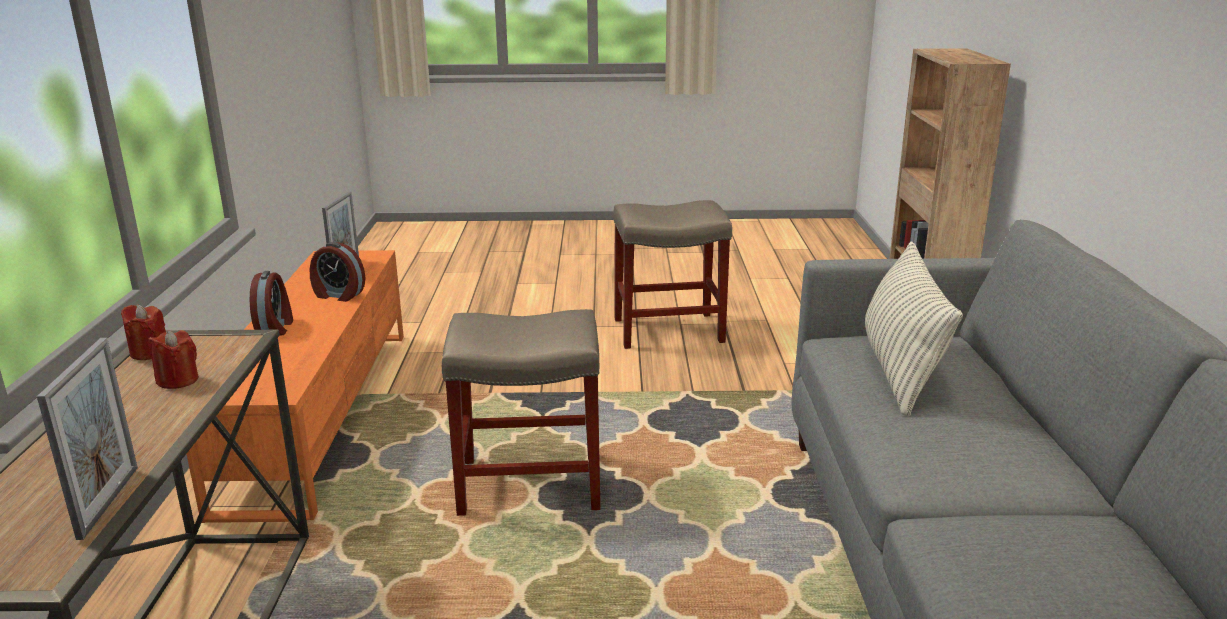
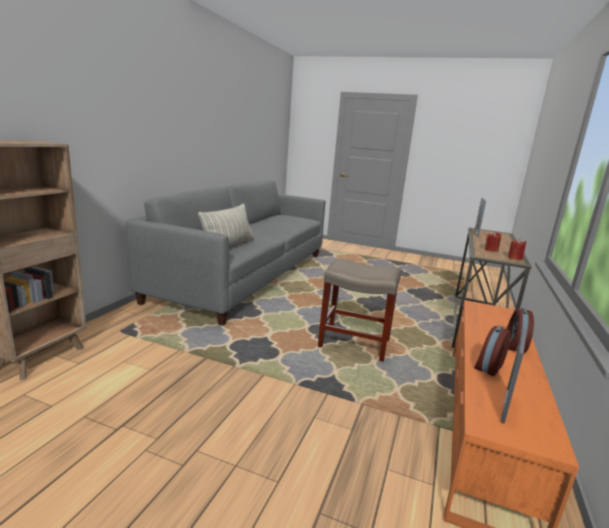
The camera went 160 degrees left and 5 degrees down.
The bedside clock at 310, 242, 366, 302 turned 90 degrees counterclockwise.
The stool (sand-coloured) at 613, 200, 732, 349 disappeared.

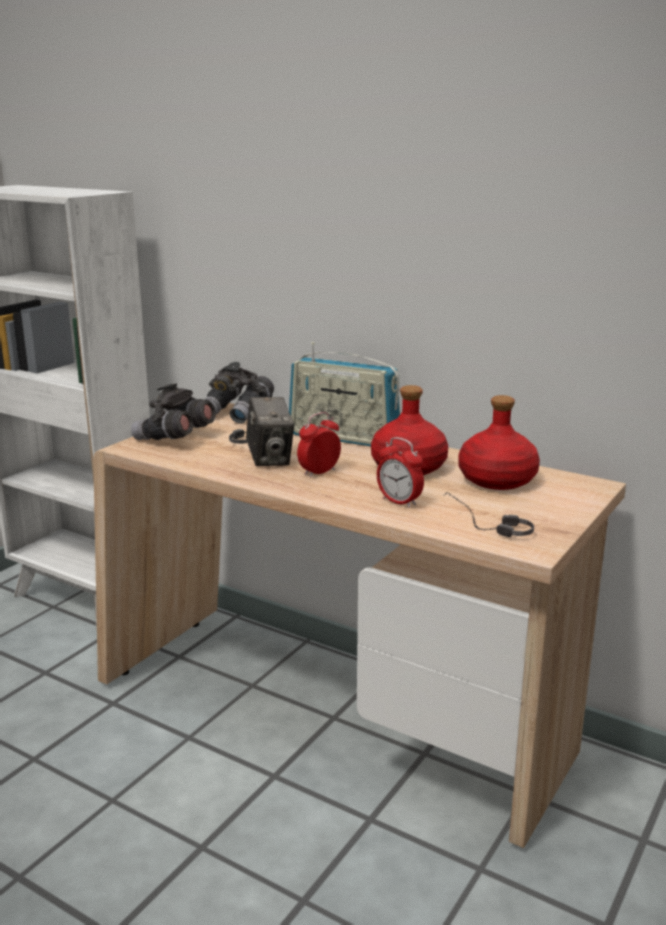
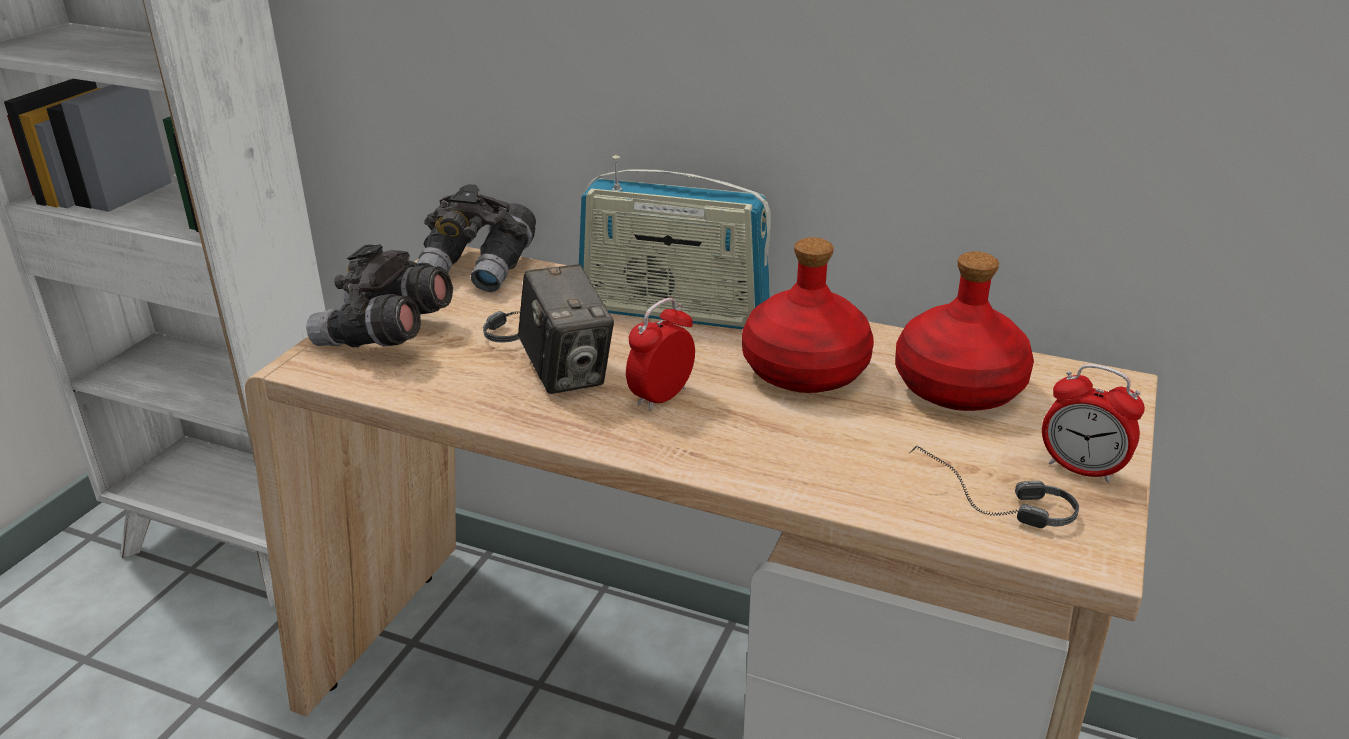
The camera went 10 degrees left and 10 degrees up.
The bedside clock moved from 377, 437, 424, 508 to 1042, 364, 1145, 483.

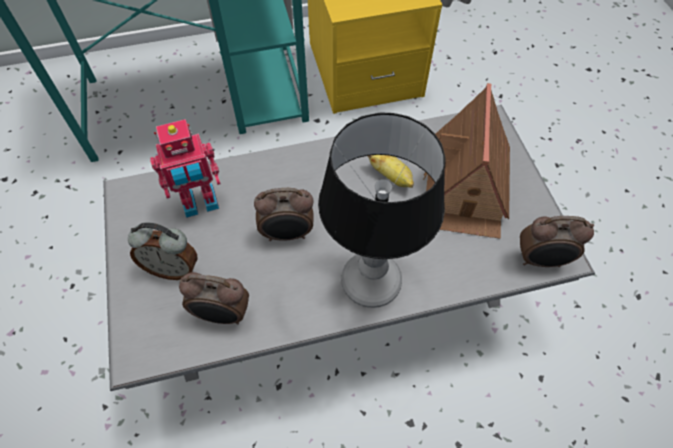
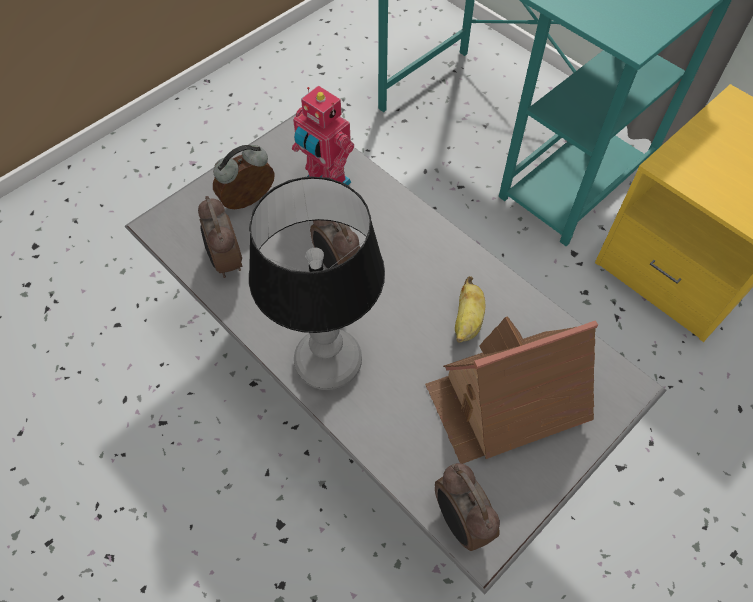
The camera went 60 degrees right and 0 degrees up.
The bedside clock at 128, 223, 197, 280 turned 75 degrees clockwise.

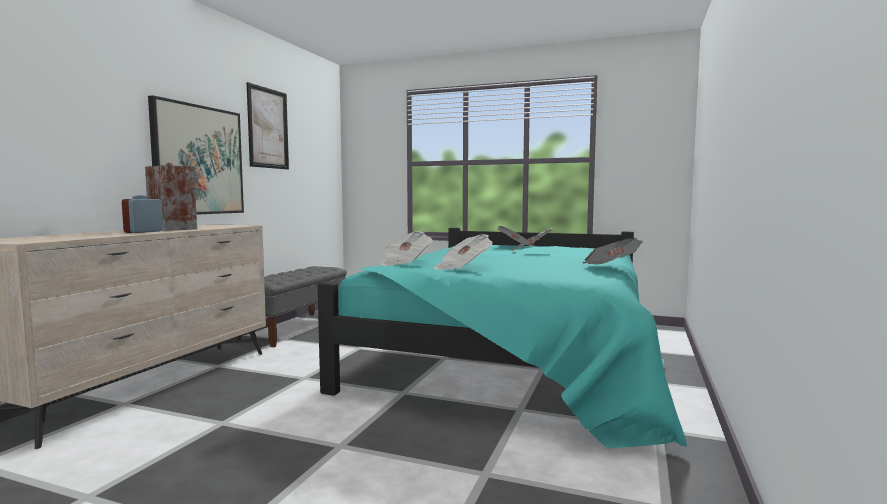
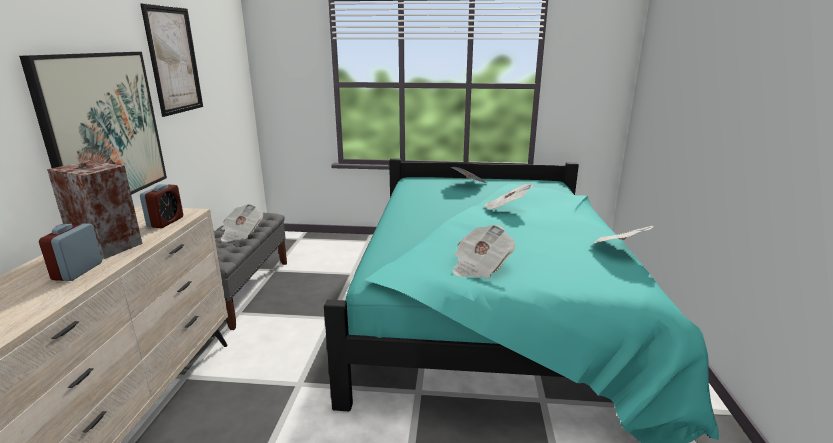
The camera went 15 degrees left and 15 degrees up.
The printed paper moved from 380, 231, 433, 266 to 221, 204, 263, 242.
The bedside clock at 140, 184, 183, 228 appeared.

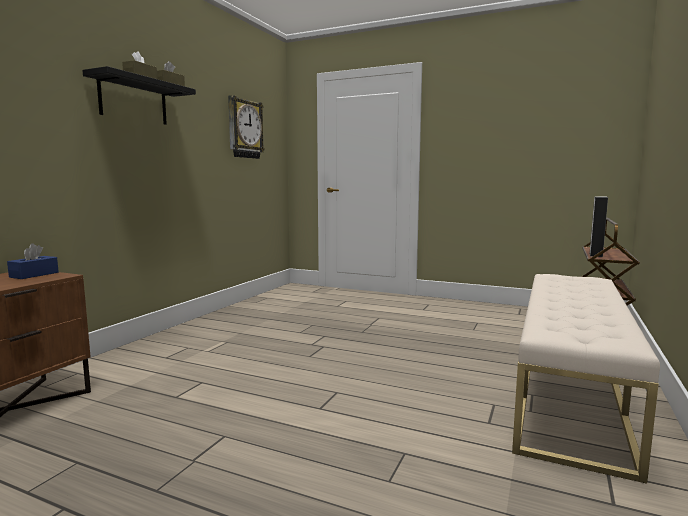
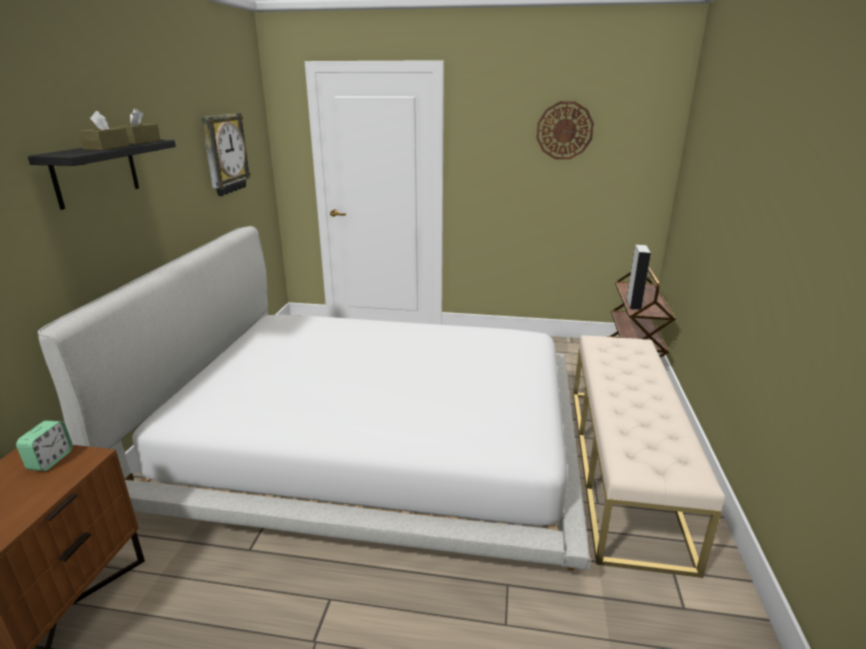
The camera went 15 degrees left and 15 degrees up.
The box of tissues (blue-coloured) at 7, 243, 59, 279 was replaced by the bedside clock at 16, 421, 73, 471.
The bedroom bed (white) at 38, 226, 591, 571 appeared.
The clock on the wall at 536, 101, 594, 160 appeared.

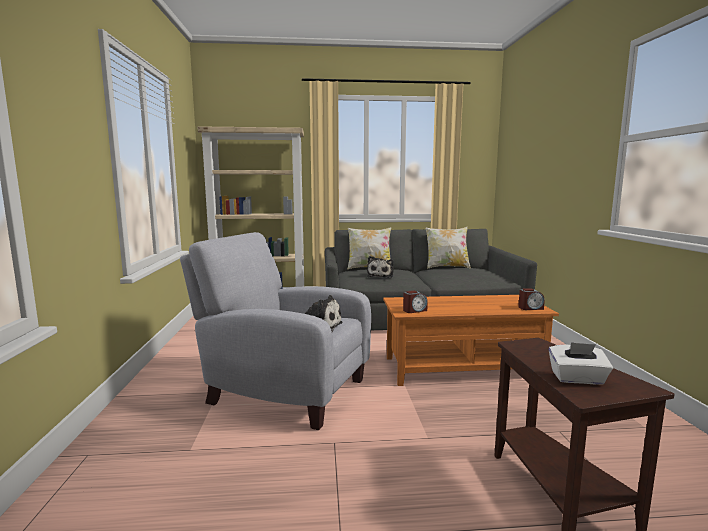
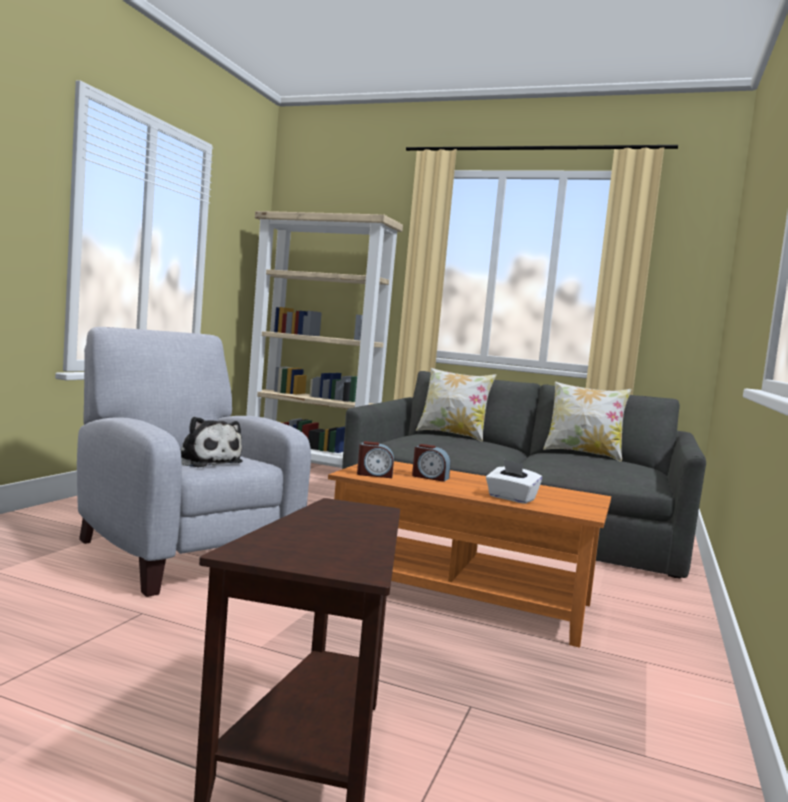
The camera went 25 degrees right and 5 degrees down.
The cuddly toy at 367, 256, 394, 278 disappeared.
The bedside clock moved from 518, 288, 545, 310 to 412, 444, 451, 482.
The box of tissues (white) moved from 549, 342, 613, 385 to 486, 460, 542, 504.

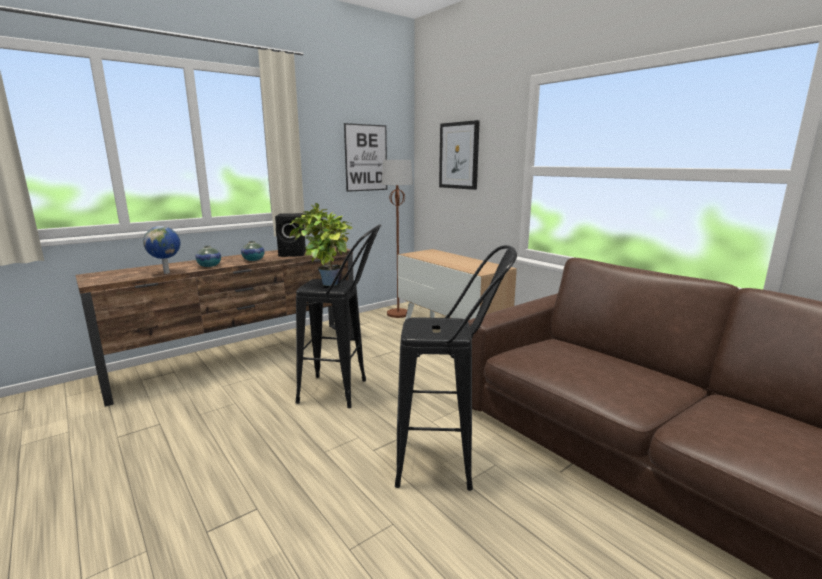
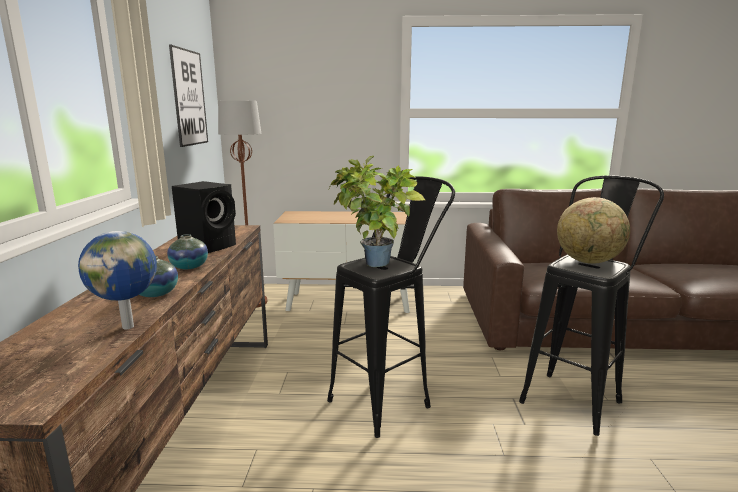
The camera went 50 degrees left and 0 degrees up.
The wall picture at 439, 120, 480, 190 disappeared.
The globe at 557, 197, 630, 264 appeared.

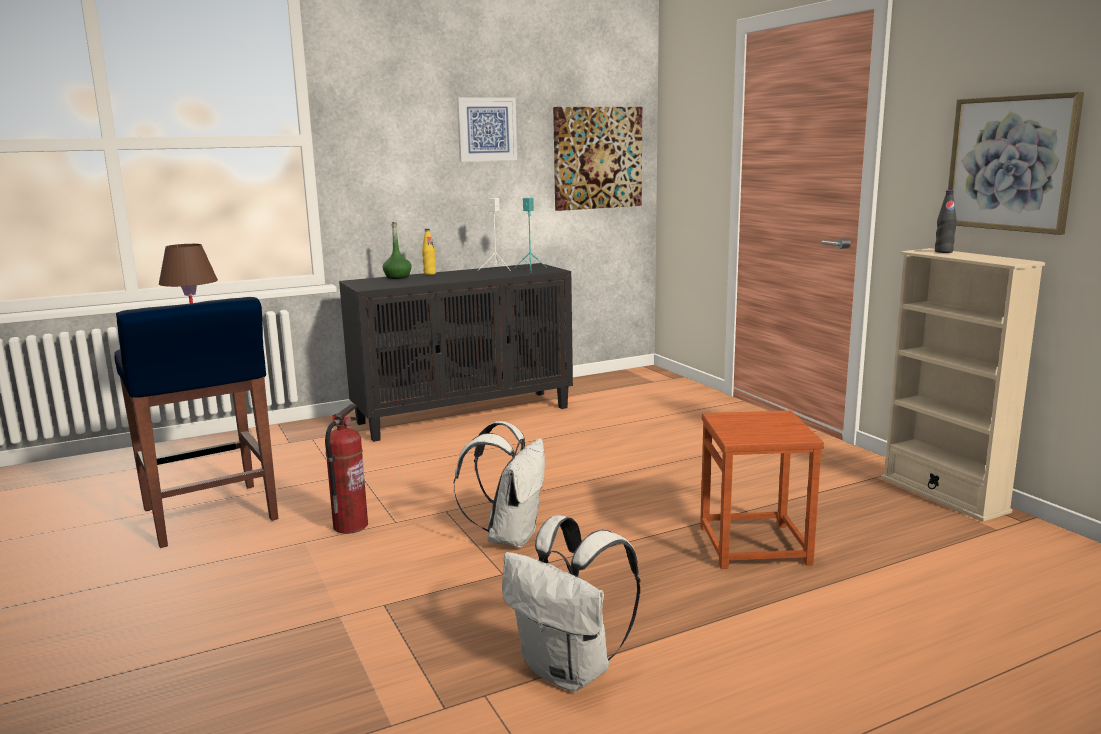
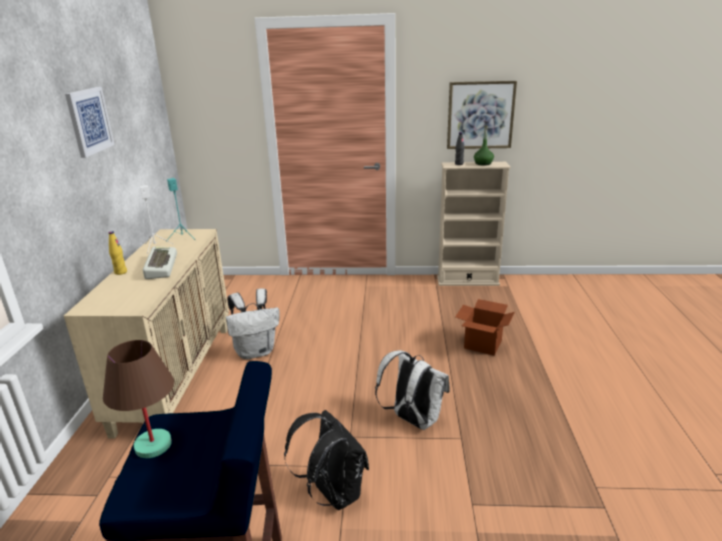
The camera went 60 degrees left and 10 degrees up.
The extinguisher at 325, 404, 368, 534 was replaced by the backpack (black-coloured) at 284, 410, 369, 510.
The storage cabinet (black-coloured) at 339, 263, 573, 442 became the storage cabinet (sand-coloured) at 64, 229, 229, 439.
The drink bottle (green) moved from 383, 222, 412, 279 to 474, 125, 494, 166.
The backpack (white) moved from 502, 515, 640, 692 to 226, 289, 280, 360.
The wall picture at 553, 107, 642, 211 disappeared.
The stool (brown-coloured) at 700, 410, 824, 569 was replaced by the carton at 455, 299, 515, 355.
The PC keyboard at 143, 246, 177, 279 appeared.

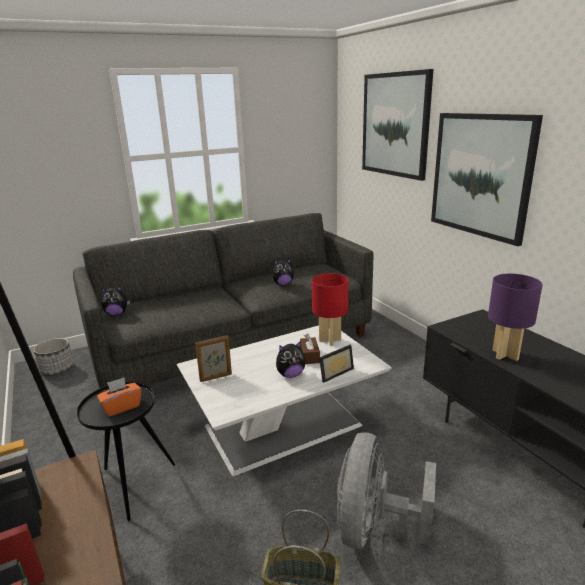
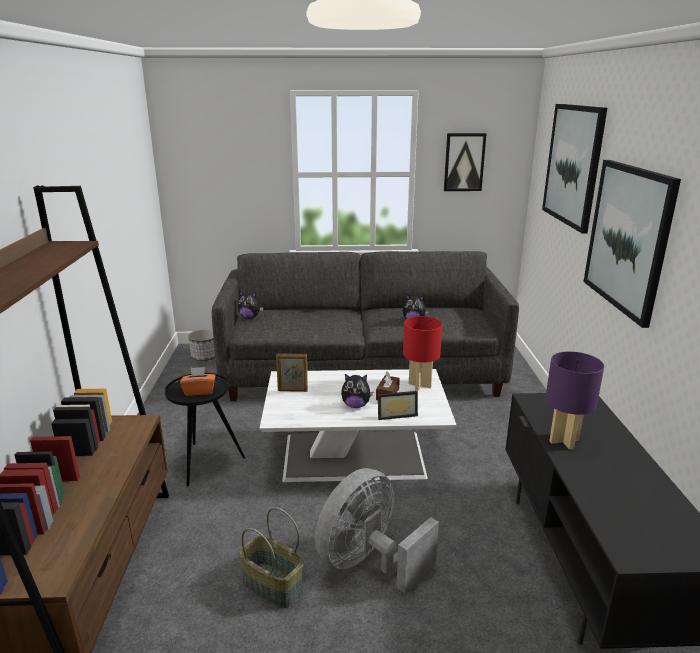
The camera went 25 degrees right and 0 degrees up.
The wall picture at 444, 133, 487, 191 appeared.

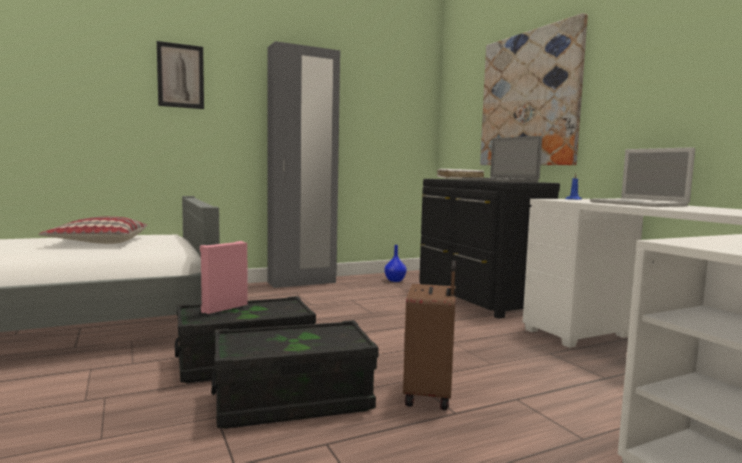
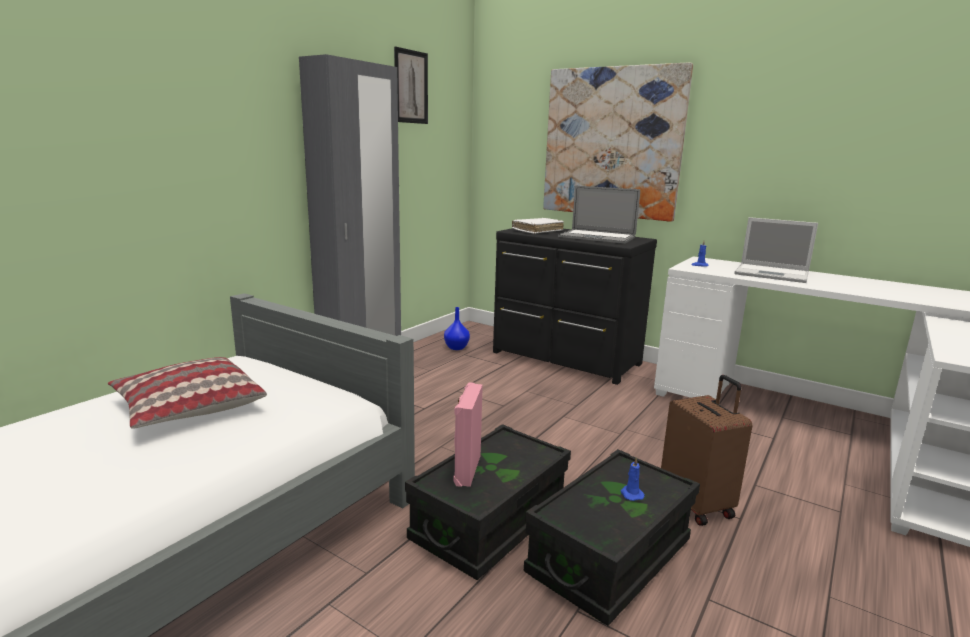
The camera went 30 degrees left and 10 degrees up.
The wall picture moved from 157, 41, 204, 109 to 394, 47, 428, 124.
The wax candle (blue-coloured) at 621, 457, 645, 501 appeared.

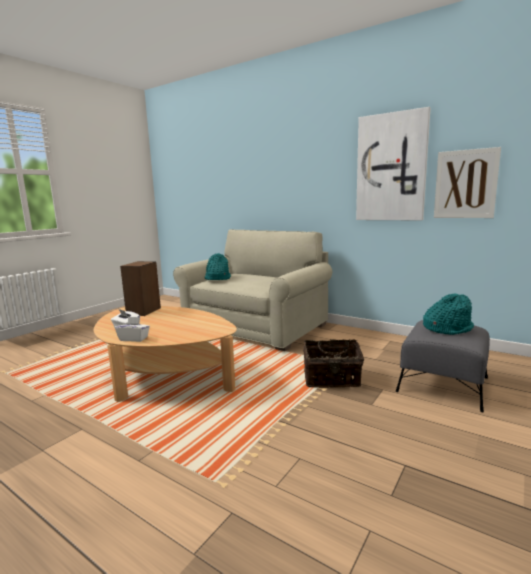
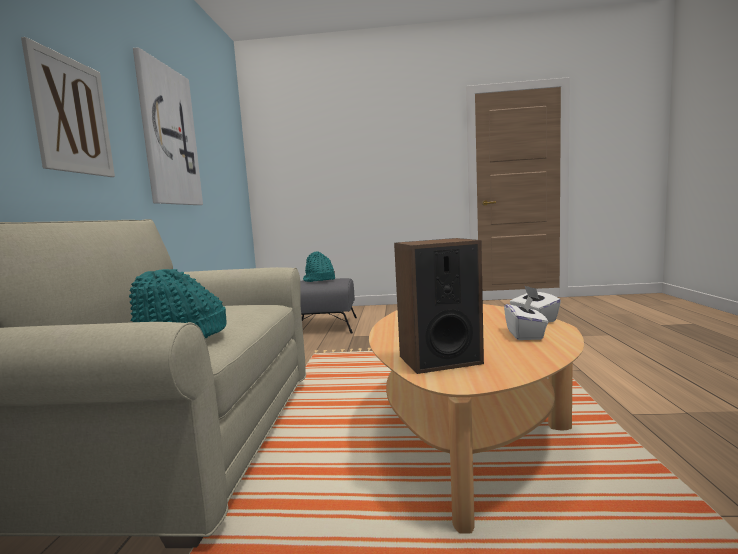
The camera went 120 degrees left and 5 degrees down.
The basket at 303, 339, 364, 388 disappeared.
The wall picture moved from 434, 147, 501, 218 to 21, 37, 115, 177.

